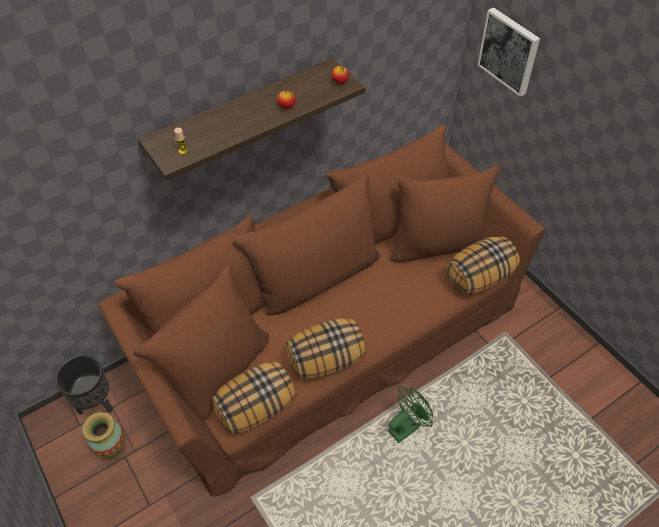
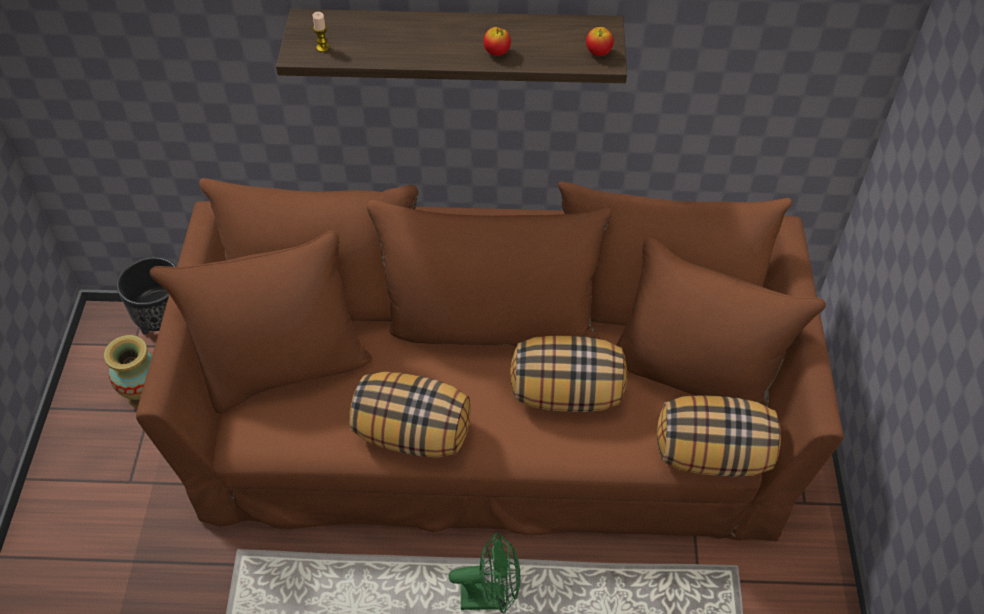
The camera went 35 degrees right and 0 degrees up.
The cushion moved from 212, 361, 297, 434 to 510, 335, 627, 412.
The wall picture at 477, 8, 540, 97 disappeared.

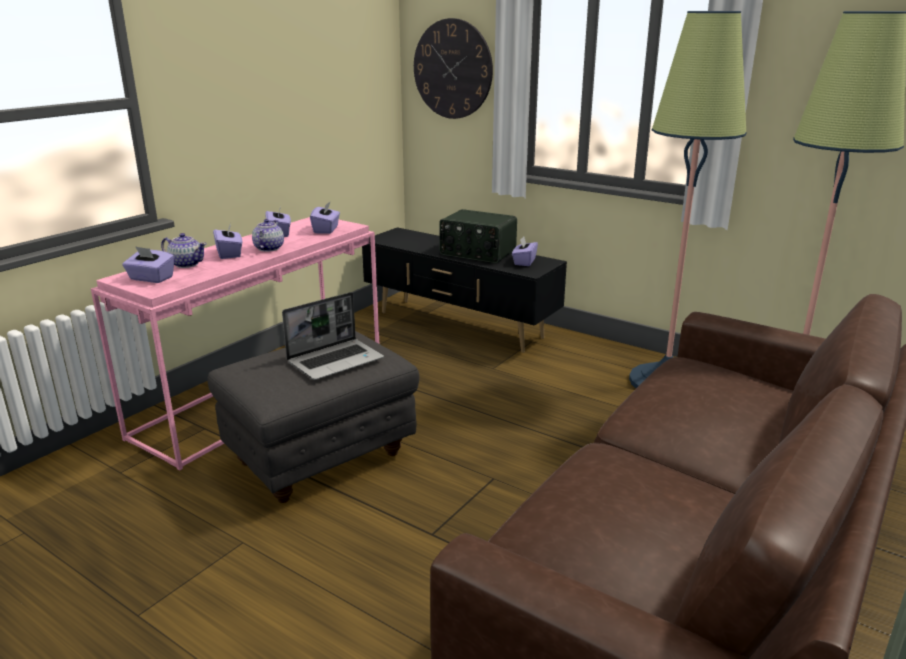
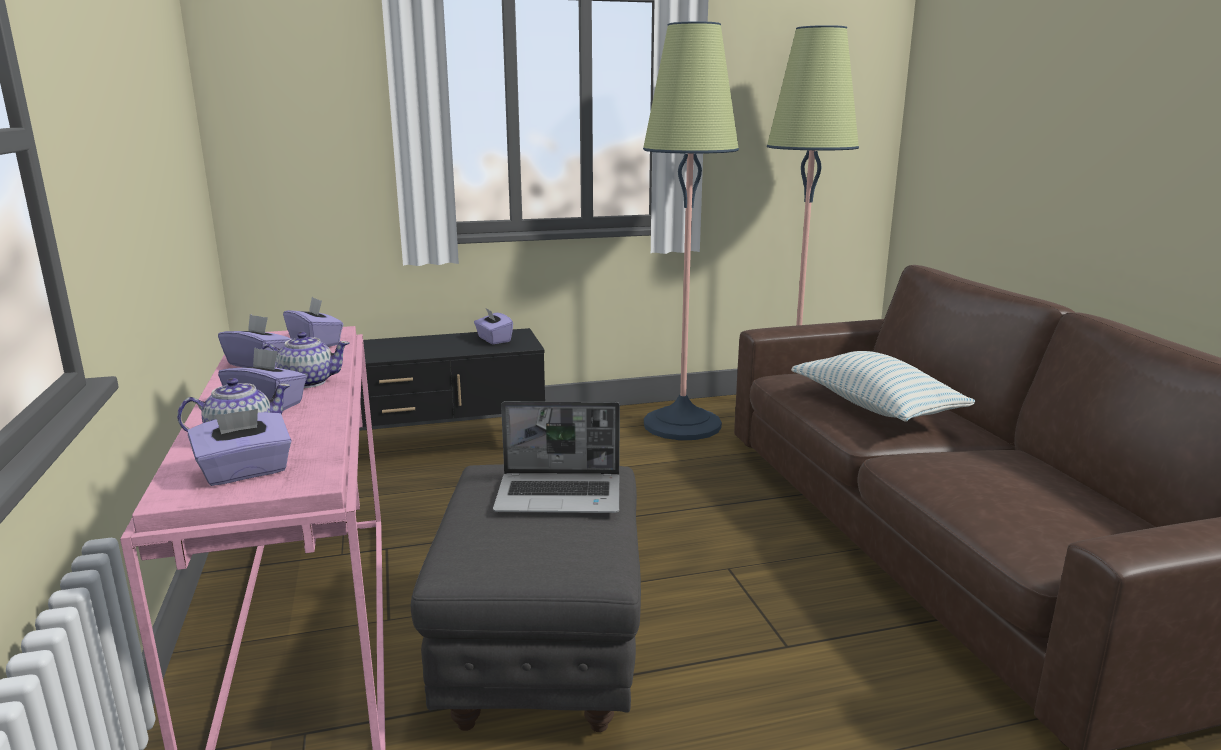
The camera went 50 degrees left and 5 degrees down.
The pot for tea at 252, 219, 284, 252 turned 120 degrees clockwise.
The notebook computer at 282, 292, 384, 380 turned 90 degrees clockwise.
The clock on the wall at 414, 18, 493, 119 disappeared.
The radio set at 439, 209, 517, 263 disappeared.
The cushion at 791, 351, 975, 422 appeared.

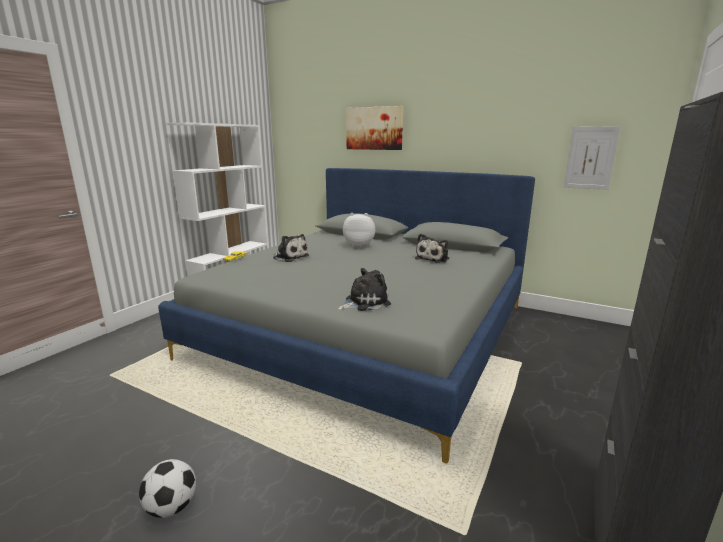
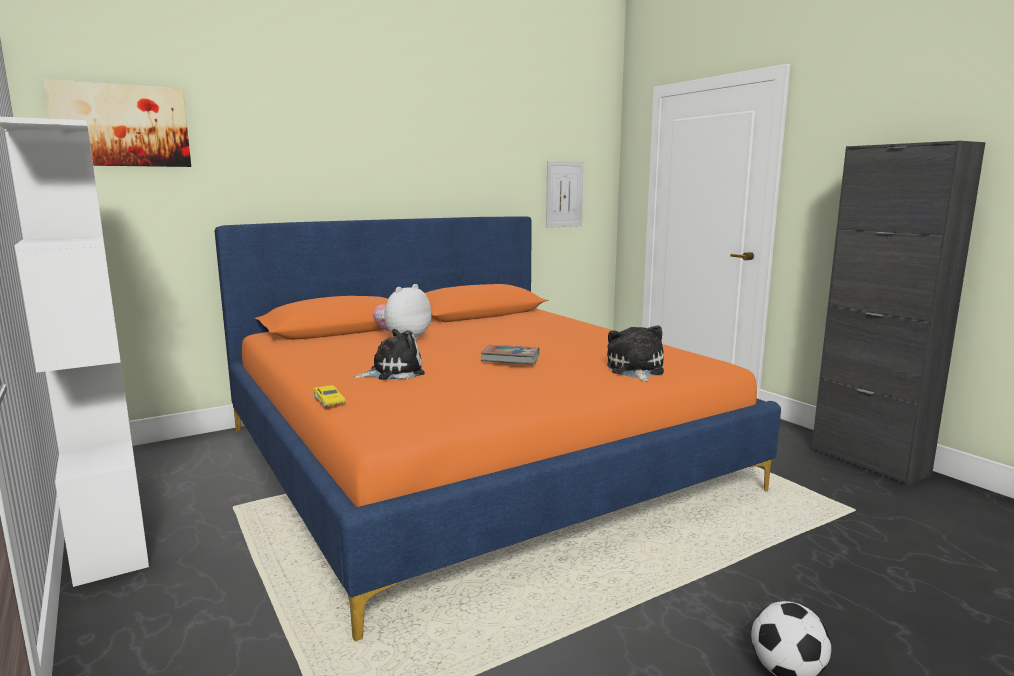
The camera went 60 degrees left and 5 degrees down.
The bedroom bed (gray) at 158, 168, 535, 464 became the bedroom bed (orange) at 214, 216, 781, 641.
The wall picture moved from 346, 106, 403, 150 to 43, 79, 191, 167.
The cuddly toy at 415, 234, 449, 263 disappeared.
The volume at 481, 345, 539, 365 appeared.

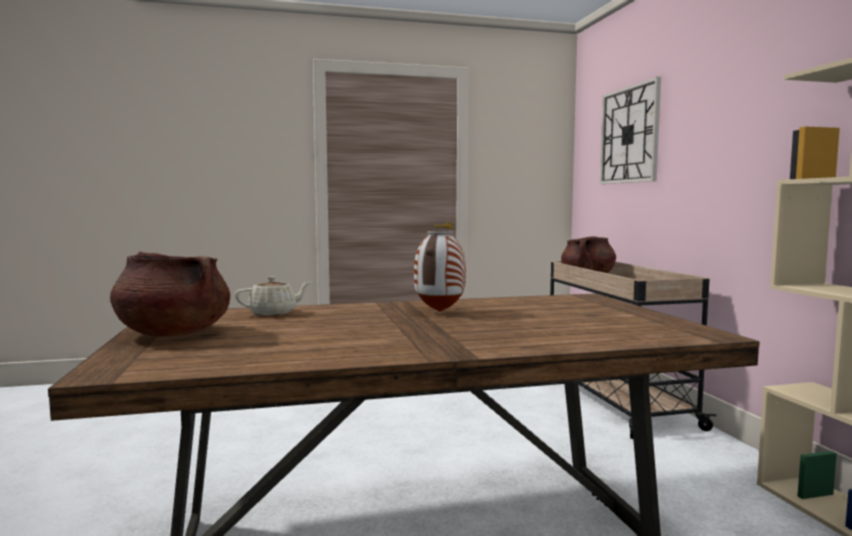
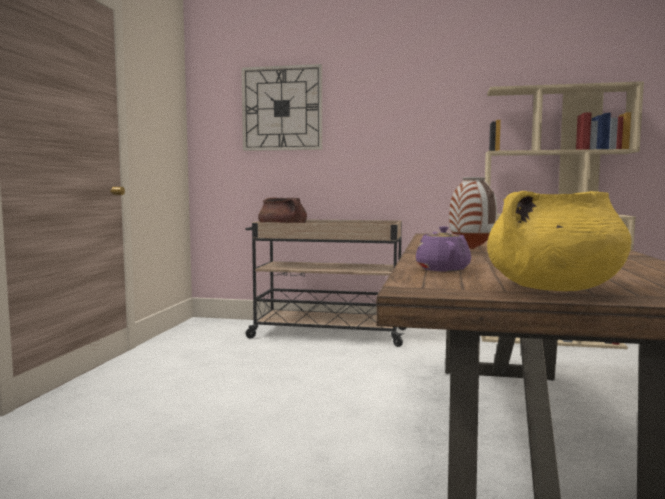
The camera went 65 degrees left and 0 degrees up.
The cooking pot (brown-coloured) at 110, 252, 230, 337 became the cooking pot (yellow) at 487, 191, 631, 291.
The pot for tea (sand-coloured) at 235, 276, 311, 316 became the pot for tea (purplish) at 416, 226, 471, 272.

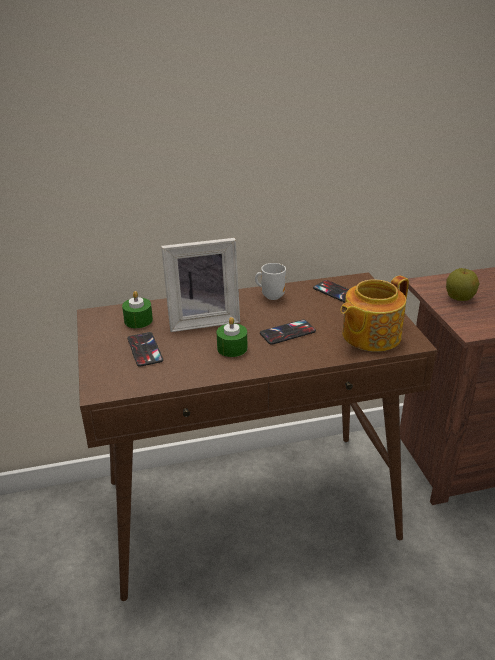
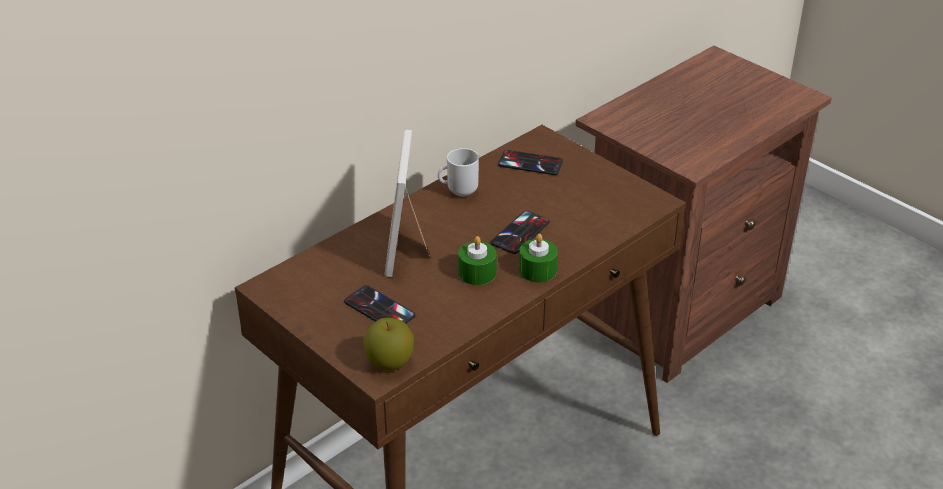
The camera went 30 degrees left and 5 degrees up.
The wax candle (green) moved from 122, 291, 153, 328 to 519, 234, 558, 282.
The photo frame at 161, 238, 240, 332 turned 135 degrees clockwise.
The pot for tea at 340, 276, 409, 352 disappeared.
The apple moved from 446, 268, 480, 301 to 363, 318, 414, 370.

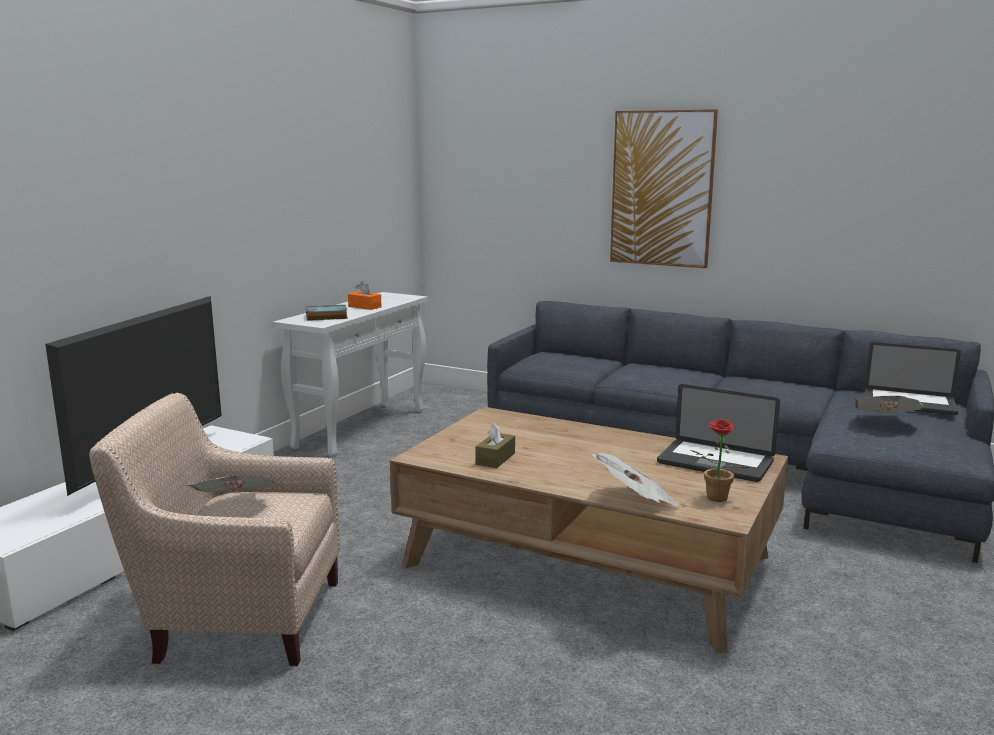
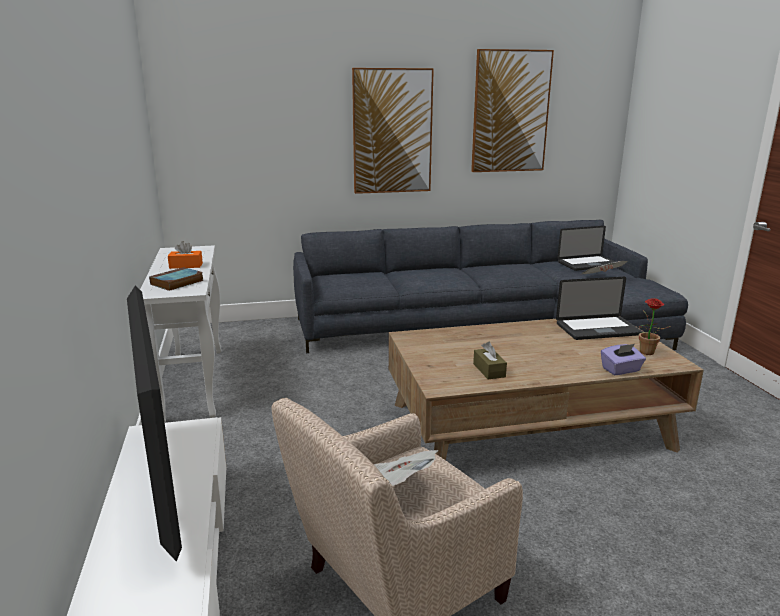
The camera went 40 degrees left and 5 degrees up.
The printed paper at 592, 453, 682, 506 was replaced by the box of tissues (purplish) at 601, 344, 646, 375.
The wall picture at 471, 49, 554, 172 appeared.

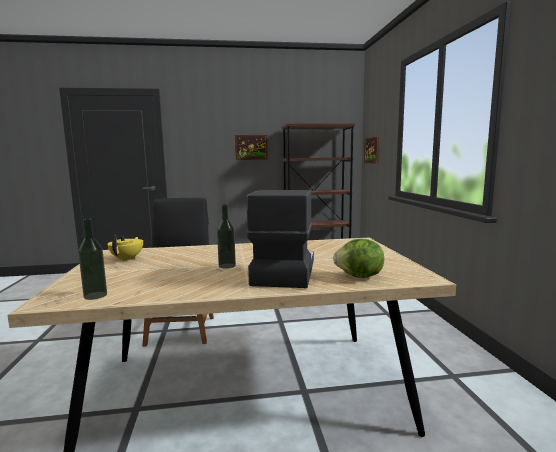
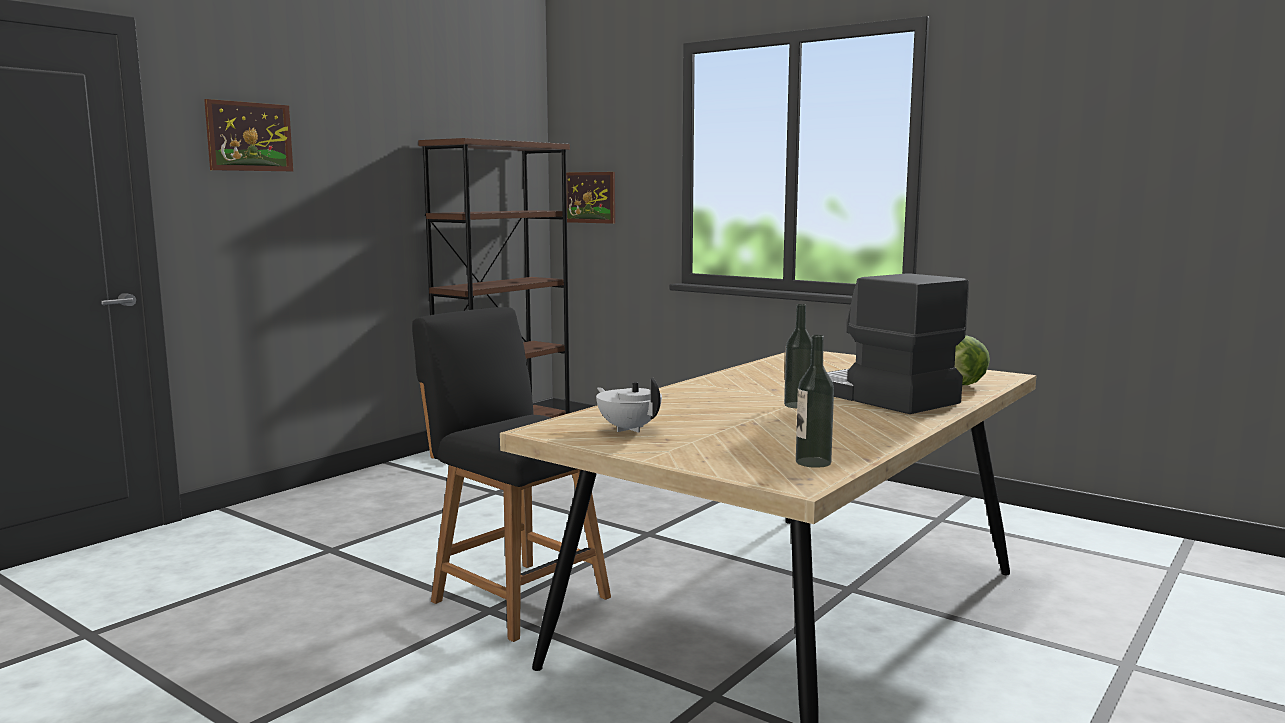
The camera went 45 degrees left and 0 degrees up.
The pot for tea (yellow) at 107, 234, 143, 262 became the pot for tea (white) at 596, 378, 662, 433.
The wall picture moved from 234, 134, 268, 160 to 204, 99, 293, 171.

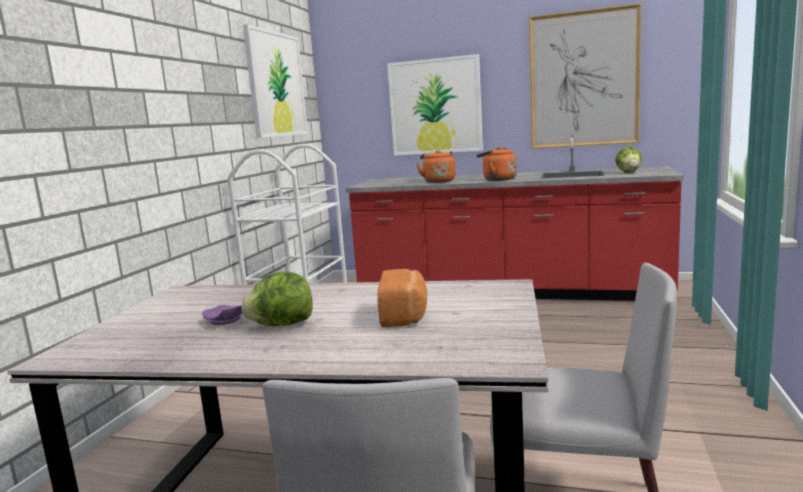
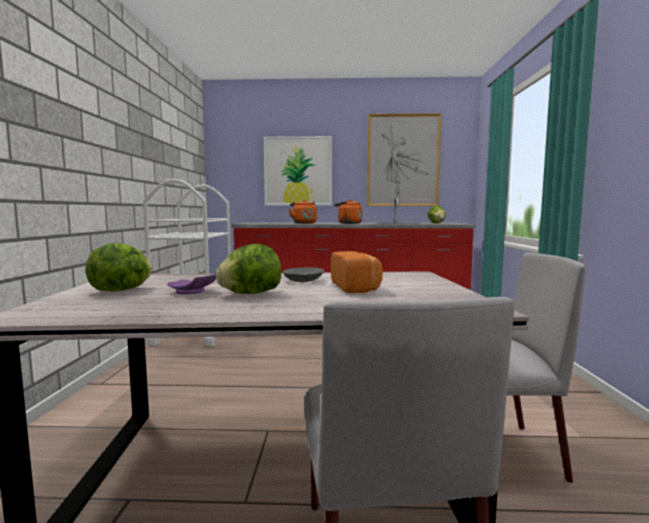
The camera went 15 degrees left and 5 degrees down.
The wall picture at 243, 24, 308, 138 disappeared.
The head of lettuce at 85, 243, 152, 291 appeared.
The deep dish (gray) at 283, 267, 324, 283 appeared.

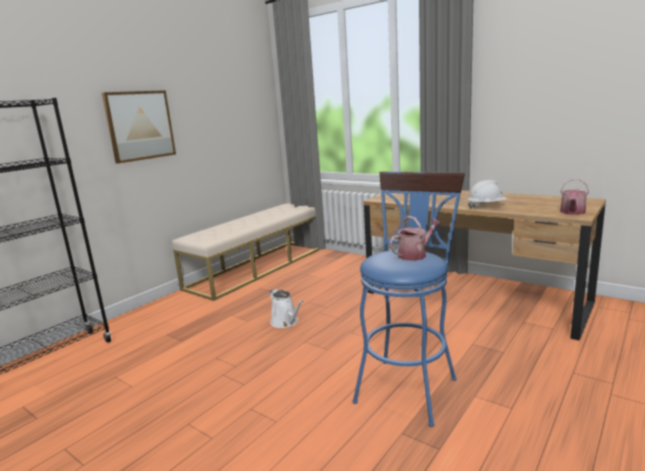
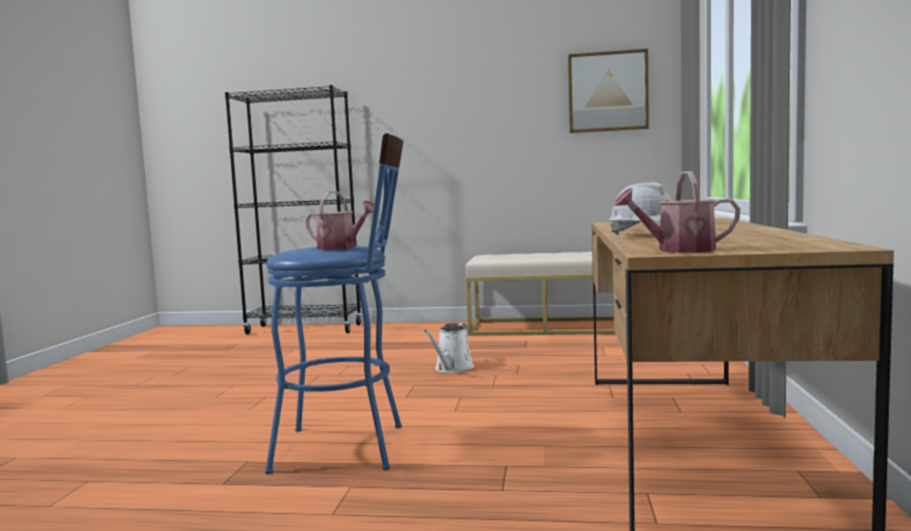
The camera went 60 degrees right and 10 degrees down.
The wall picture moved from 102, 90, 176, 164 to 568, 49, 649, 133.

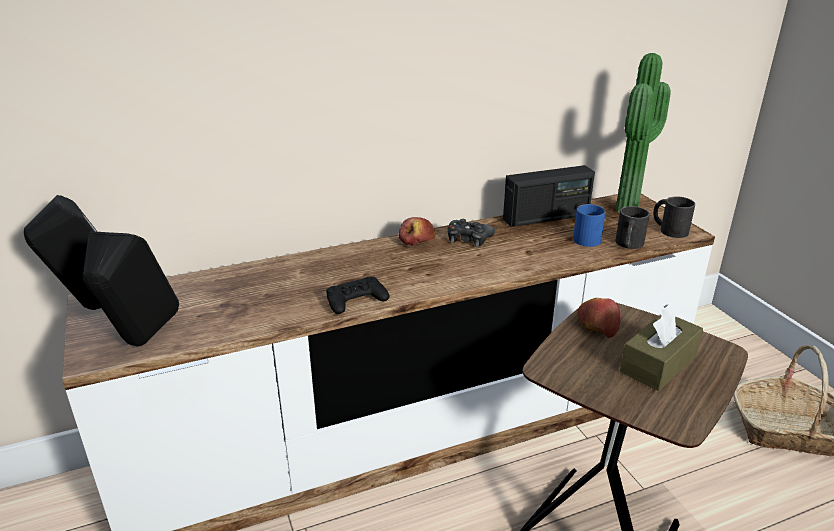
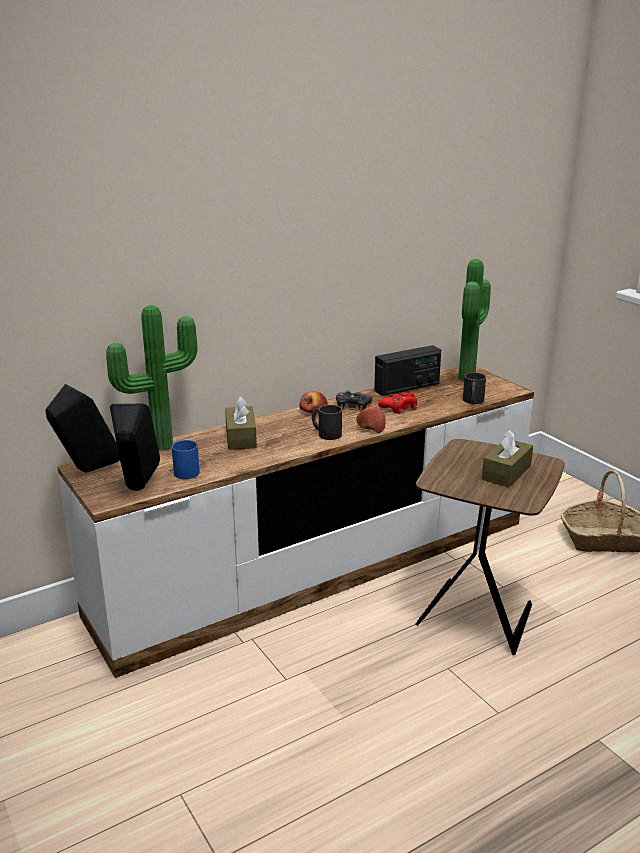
The camera went 10 degrees left and 5 degrees down.
The gamepad (black-coloured) at 326, 277, 390, 314 disappeared.
The mug (blue-coloured) moved from 573, 204, 606, 247 to 172, 440, 200, 479.
The apple moved from 578, 298, 621, 338 to 356, 407, 385, 433.
The mug (black-coloured) moved from 653, 196, 695, 238 to 312, 405, 342, 440.
The potted plant at 106, 305, 197, 451 appeared.
The box of tissues (brown-coloured) at 225, 396, 257, 450 appeared.
The gamepad (red) at 378, 392, 417, 414 appeared.

